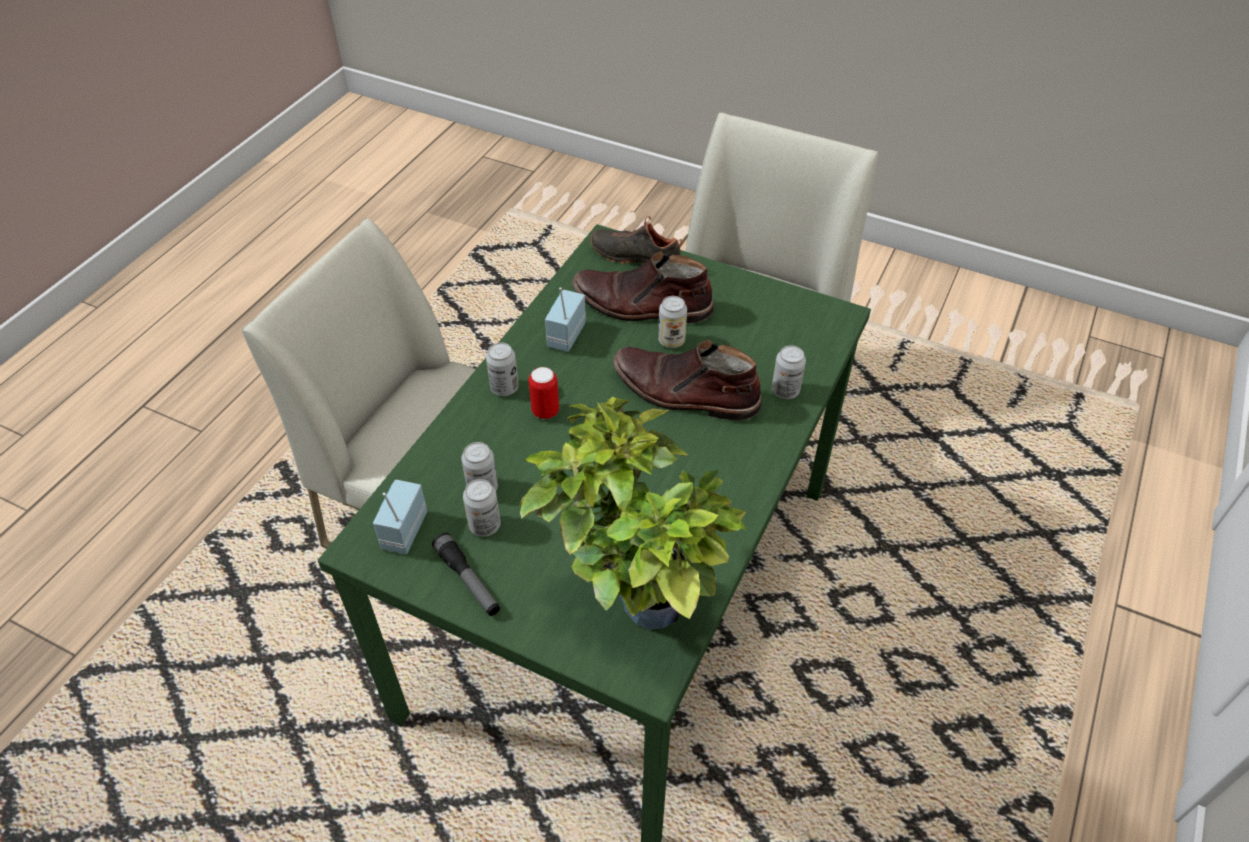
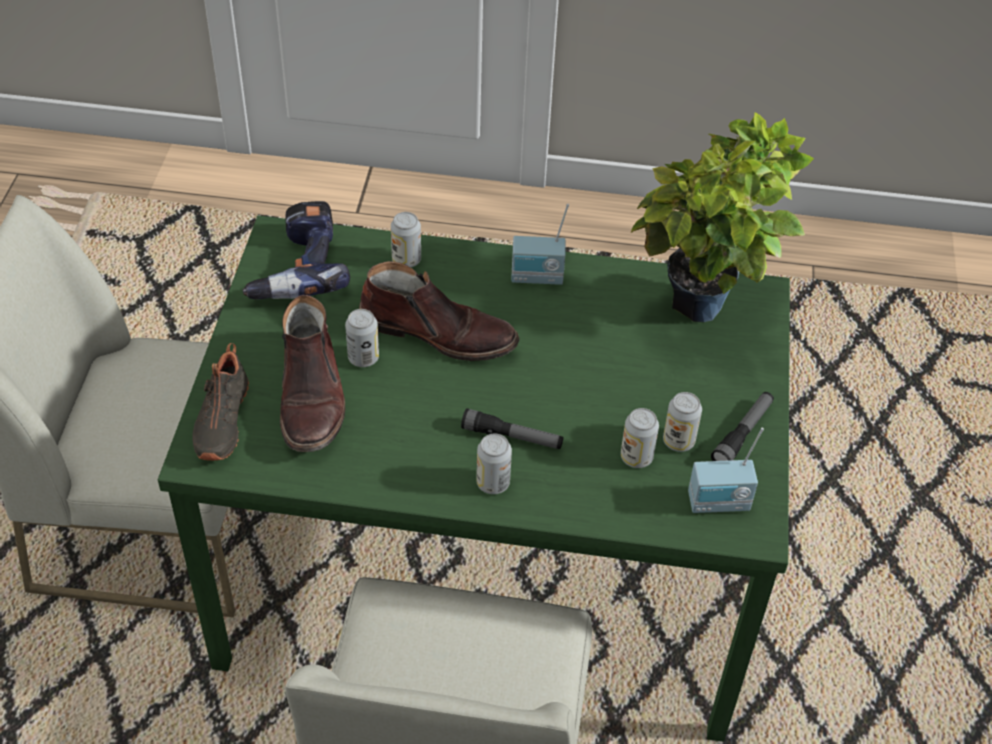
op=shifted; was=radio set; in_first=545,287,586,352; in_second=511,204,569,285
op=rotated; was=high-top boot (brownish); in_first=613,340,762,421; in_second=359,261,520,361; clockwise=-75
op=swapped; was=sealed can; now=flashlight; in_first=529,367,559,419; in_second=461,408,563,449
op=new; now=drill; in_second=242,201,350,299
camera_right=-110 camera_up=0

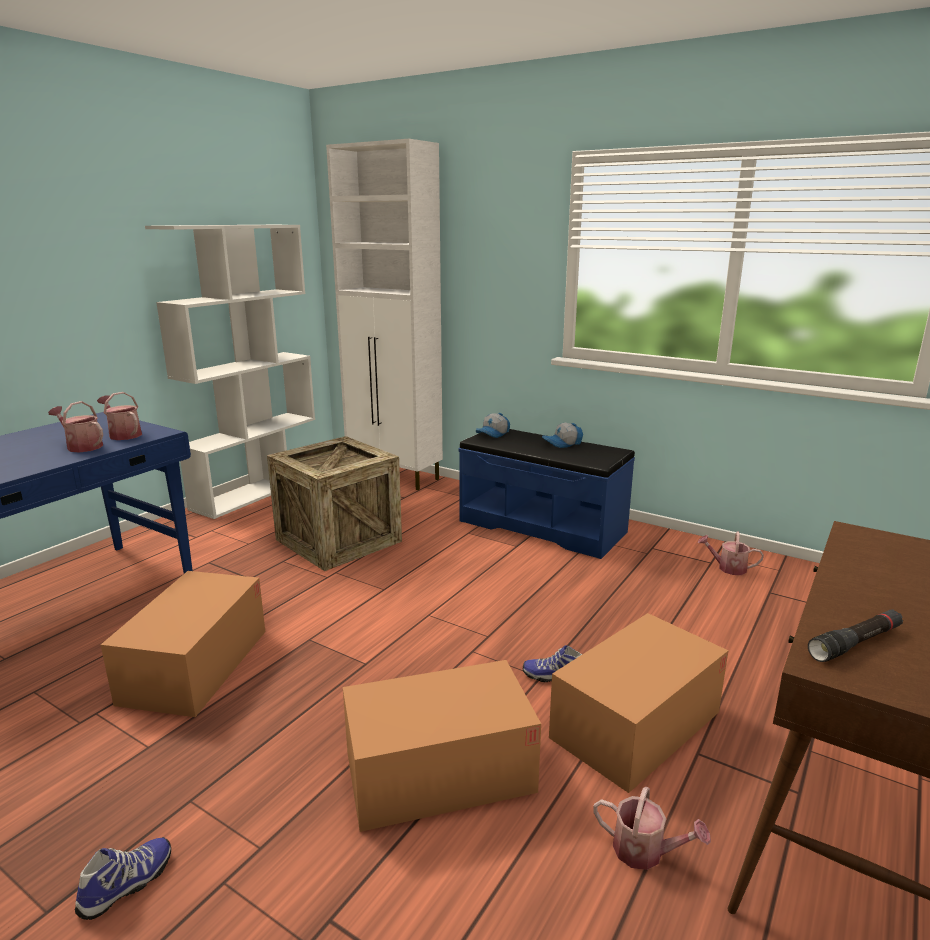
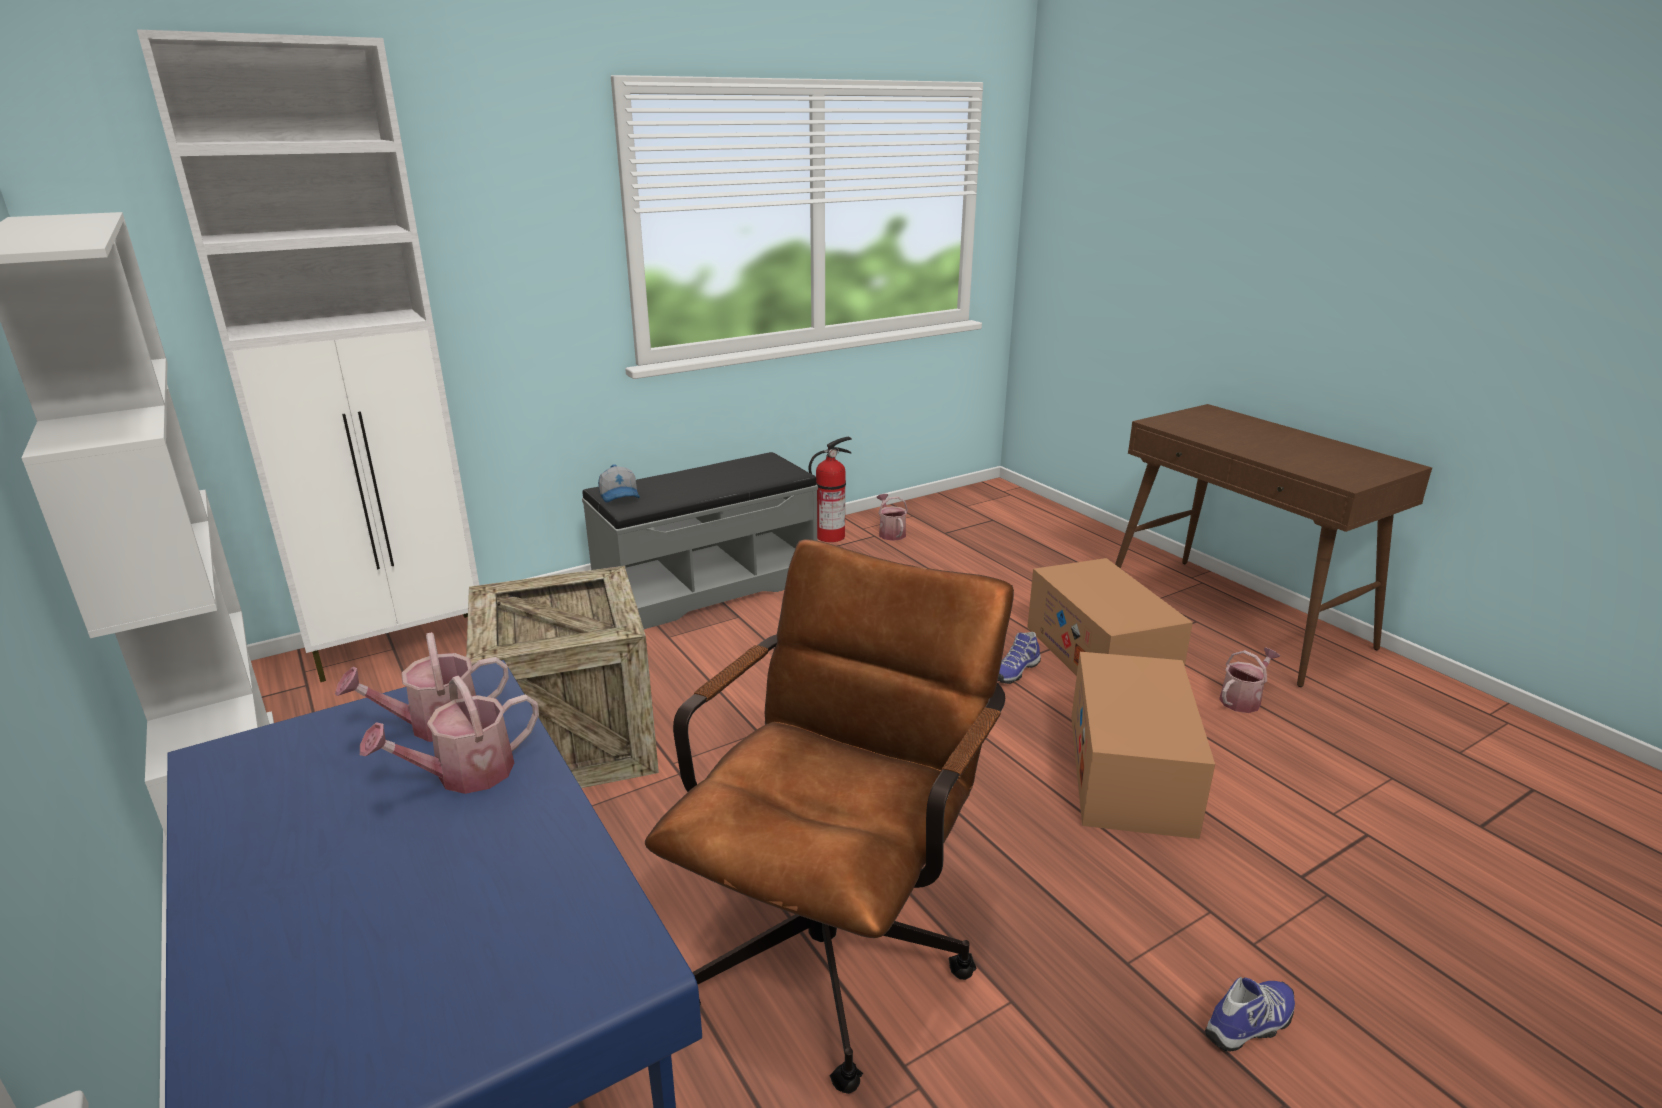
op=gone; was=baseball cap; in_first=542,423,583,448
op=repainted; was=long seat (bluish); now=long seat (greyish); in_first=459,429,635,559; in_second=582,452,818,629
op=rotated; was=watering can; in_first=697,532,764,575; in_second=877,494,908,541; clockwise=120
op=swapped; was=carton; now=desk chair (brownish); in_first=101,571,265,717; in_second=645,539,1014,1094
op=gone; was=flashlight (blackish); in_first=808,609,903,662
op=rotated; was=low shoe; in_first=75,837,171,920; in_second=1205,977,1295,1051; clockwise=90
op=new; now=fire-fighting cylinder; in_second=809,437,852,542
camera_right=-65 camera_up=5

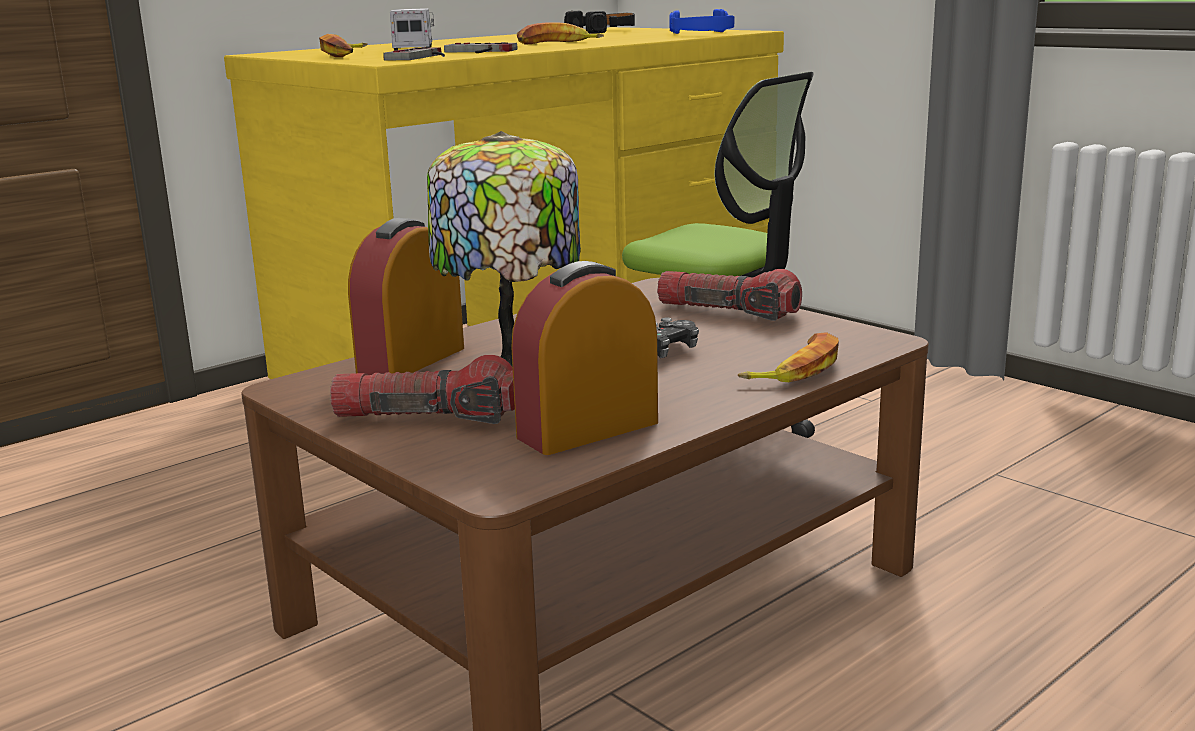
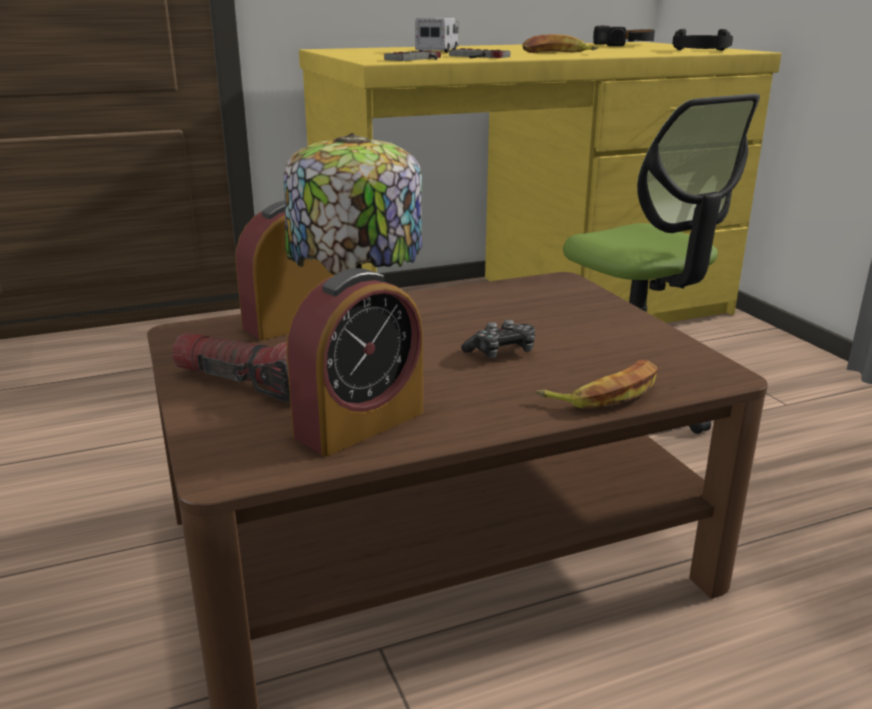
op=repainted; was=headset (bluish); now=headset (blackish); in_first=670,9,734,34; in_second=672,29,733,51
op=gone; was=banana; in_first=319,34,368,57
op=rotated; was=alarm clock; in_first=511,261,658,455; in_second=286,268,423,456; clockwise=150
op=gone; was=flashlight; in_first=657,269,802,321
camera_right=20 camera_up=5

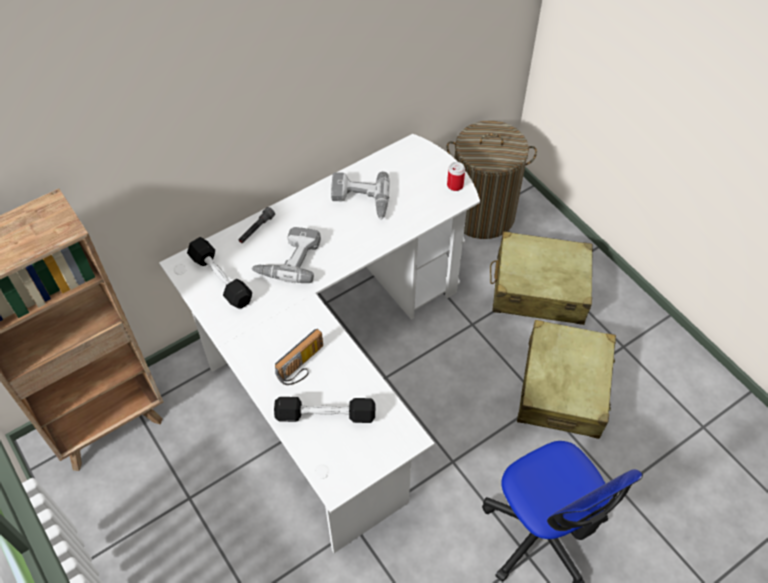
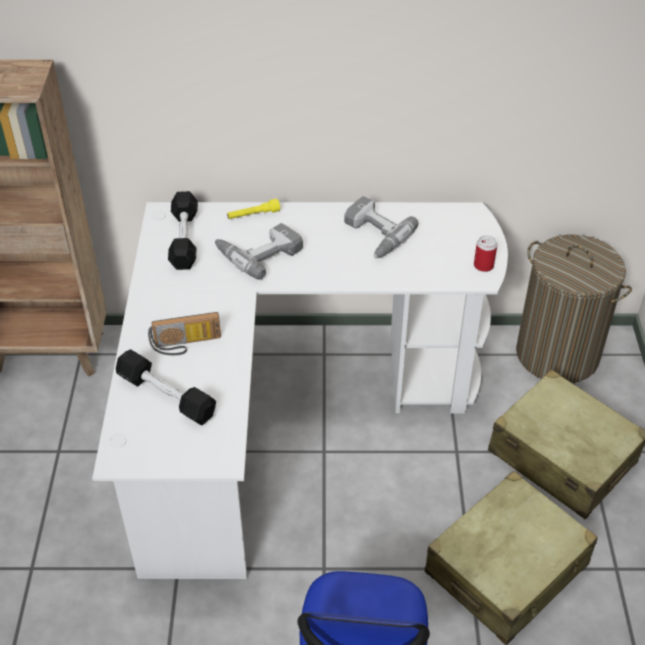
op=repainted; was=flashlight (greyish); now=flashlight (yellow-coloured); in_first=238,207,275,243; in_second=227,199,280,219
camera_right=35 camera_up=-10

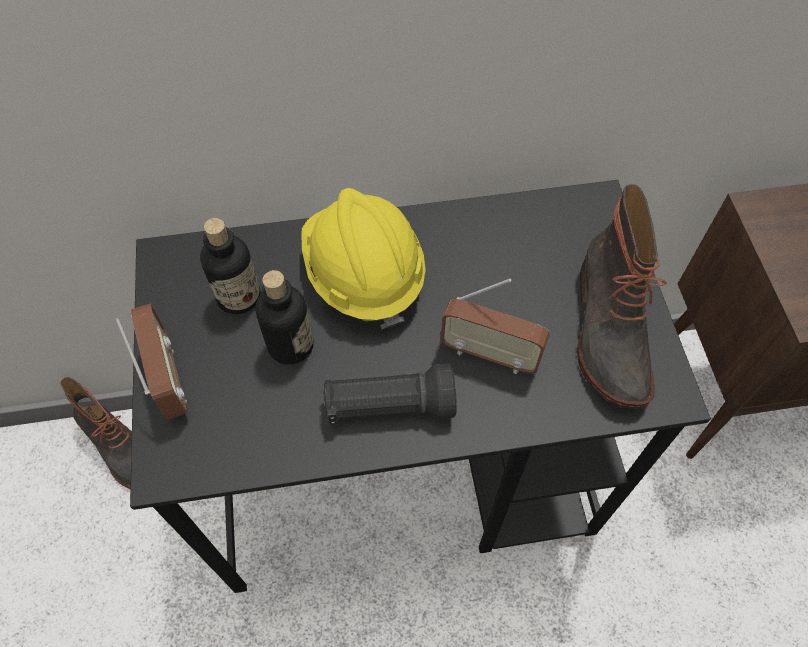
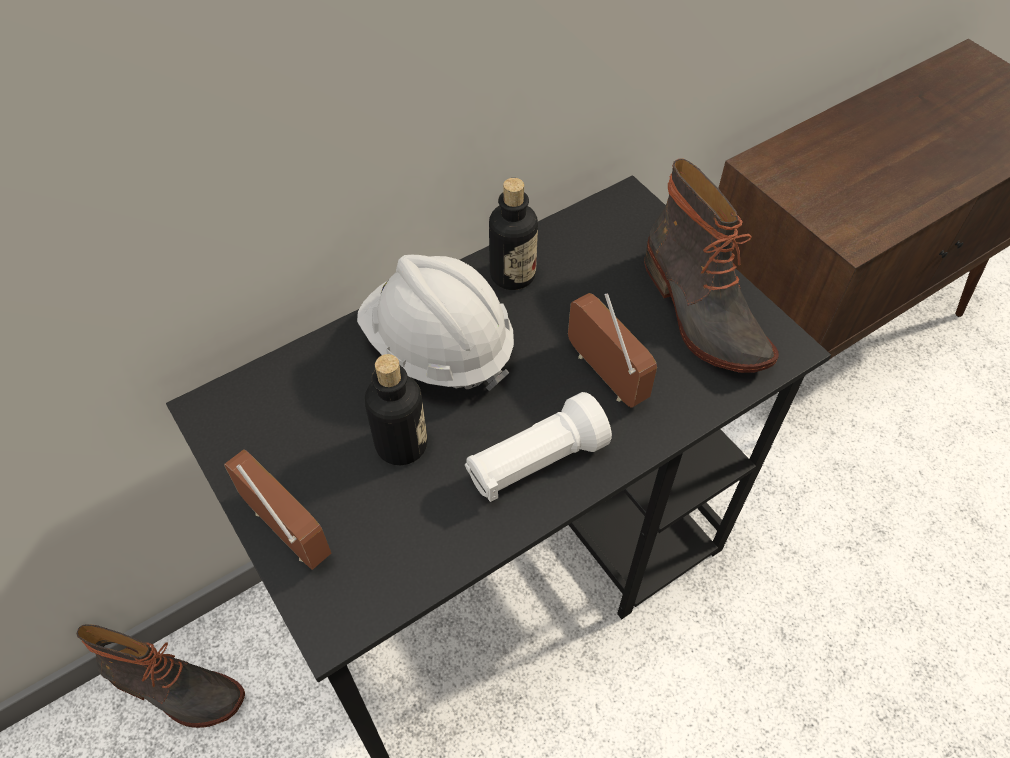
op=repainted; was=hard hat (yellow-coloured); now=hard hat (white); in_first=302,188,426,329; in_second=357,255,514,391
op=shifted; was=beverage bottle; in_first=200,218,260,314; in_second=489,178,538,290
op=rotated; was=radio set; in_first=440,278,550,374; in_second=568,293,657,408; clockwise=-120
op=repainted; was=flashlight (blackish); now=flashlight (white); in_first=323,363,457,425; in_second=465,392,612,502
camera_right=-25 camera_up=-5

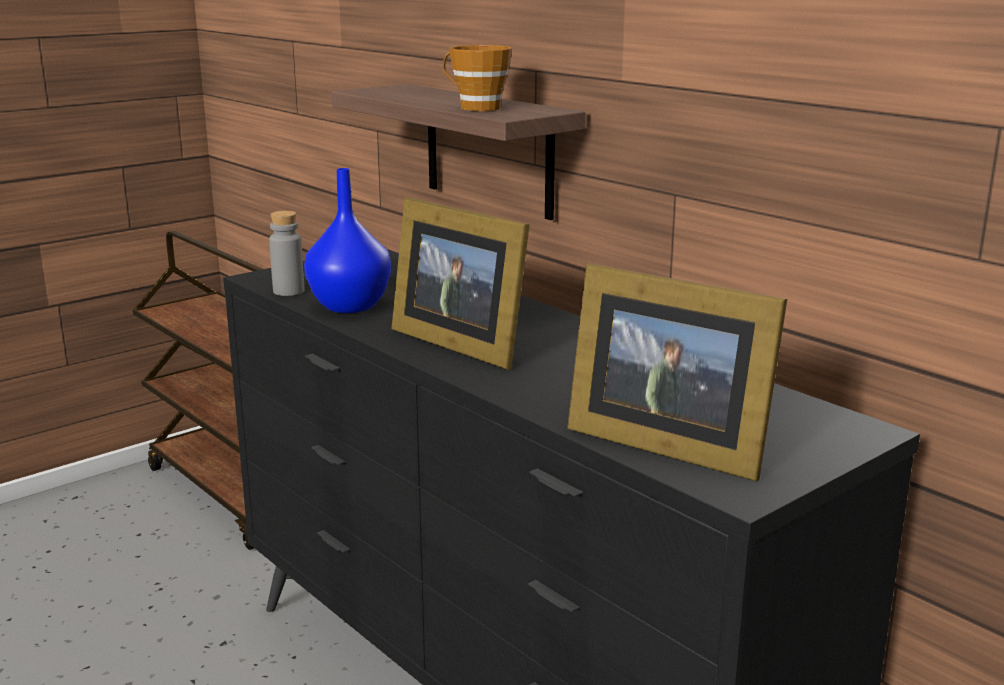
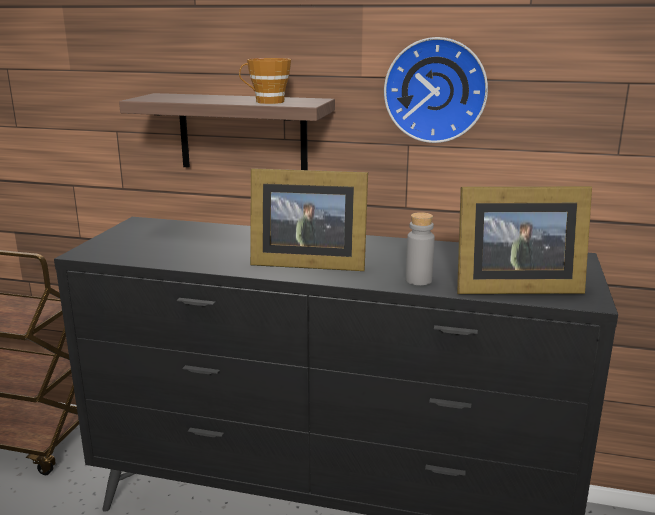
op=gone; was=decorative vase (bluish); in_first=304,168,391,313
op=shifted; was=beverage bottle (greyish); in_first=269,211,304,296; in_second=406,212,435,285
op=new; now=wall clock; in_second=384,37,488,143
camera_right=-35 camera_up=0

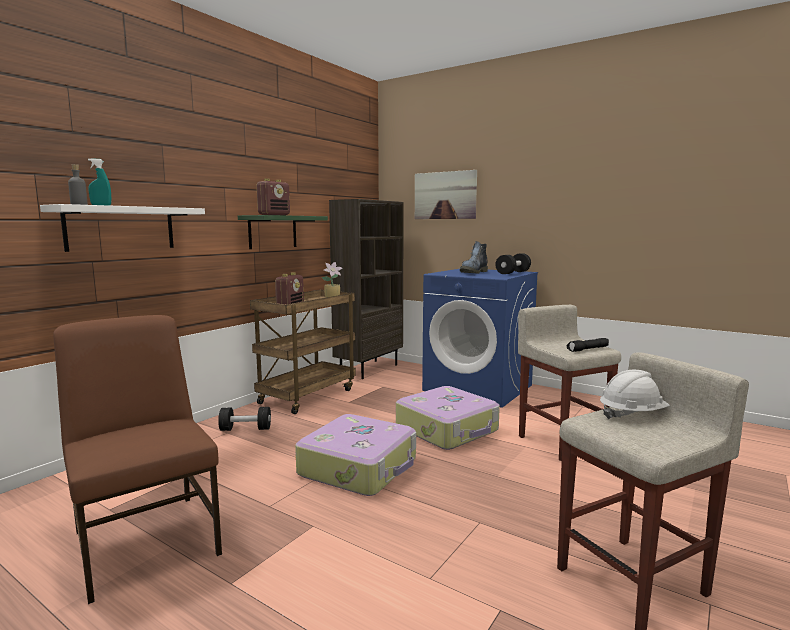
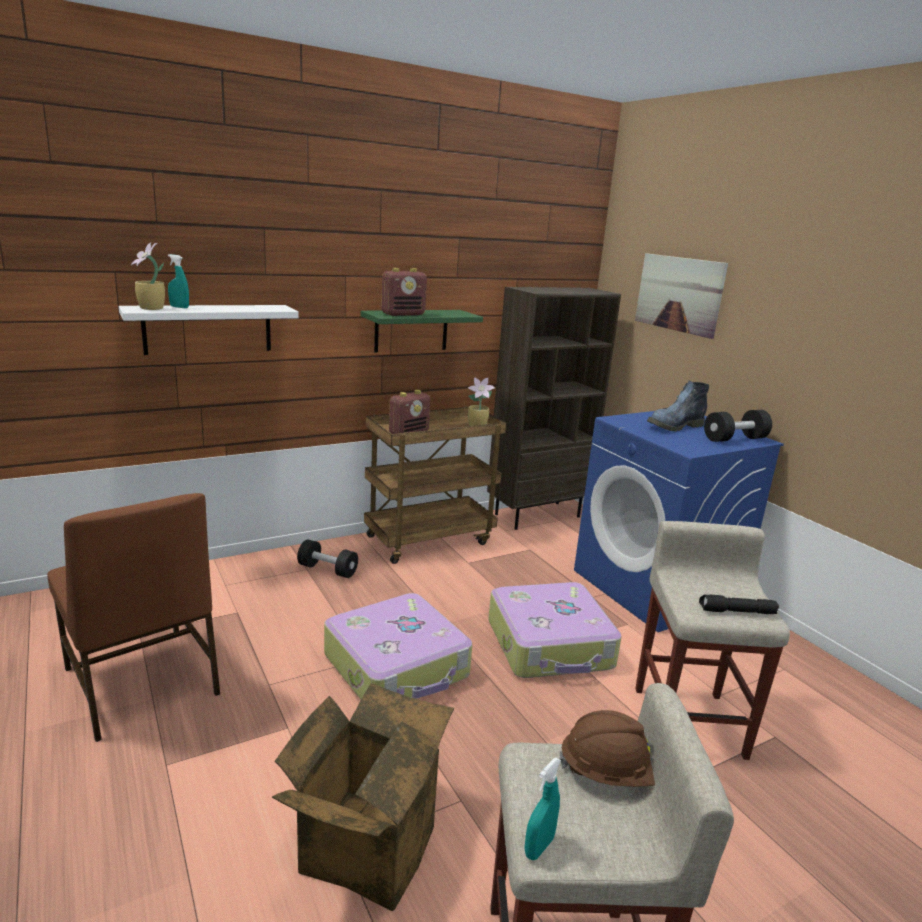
op=swapped; was=beverage bottle (greyish); now=houseplant; in_first=68,164,88,205; in_second=131,243,165,310
op=rotated; was=plain chair (brownish); in_first=53,315,222,604; in_second=47,493,220,742; clockwise=150
op=repainted; was=hard hat (white); now=hard hat (brownish); in_first=600,370,670,419; in_second=560,710,655,787
op=new; now=carton; in_second=272,683,454,911
op=new; now=sprayer (blue-green); in_second=524,758,561,860
camera_right=25 camera_up=10

